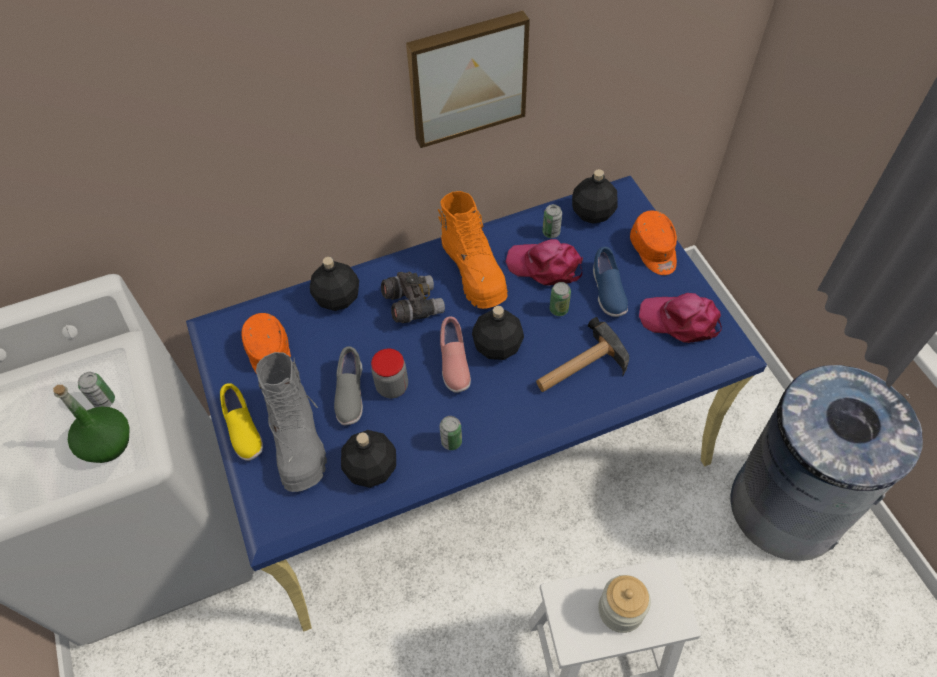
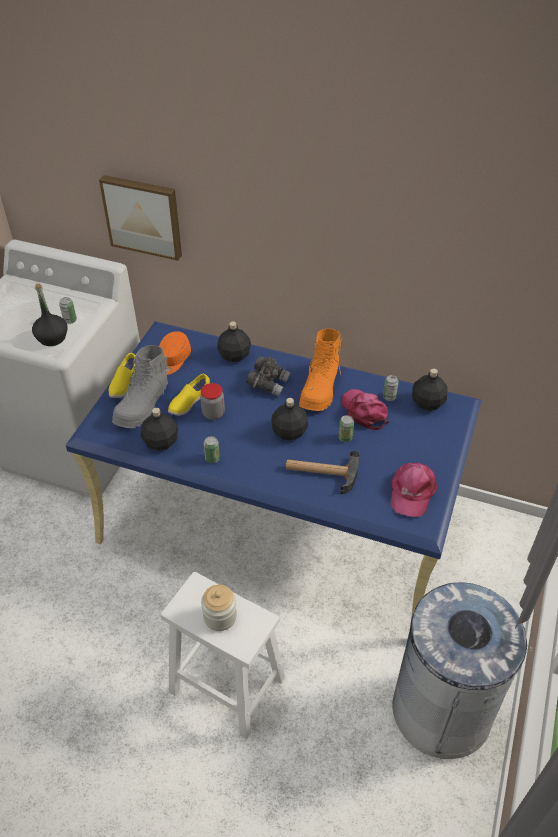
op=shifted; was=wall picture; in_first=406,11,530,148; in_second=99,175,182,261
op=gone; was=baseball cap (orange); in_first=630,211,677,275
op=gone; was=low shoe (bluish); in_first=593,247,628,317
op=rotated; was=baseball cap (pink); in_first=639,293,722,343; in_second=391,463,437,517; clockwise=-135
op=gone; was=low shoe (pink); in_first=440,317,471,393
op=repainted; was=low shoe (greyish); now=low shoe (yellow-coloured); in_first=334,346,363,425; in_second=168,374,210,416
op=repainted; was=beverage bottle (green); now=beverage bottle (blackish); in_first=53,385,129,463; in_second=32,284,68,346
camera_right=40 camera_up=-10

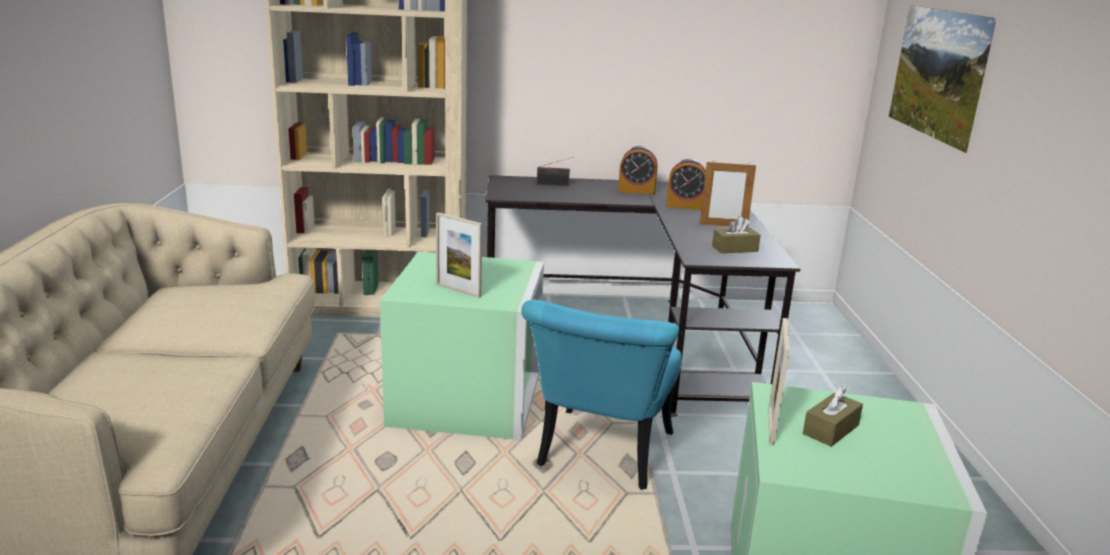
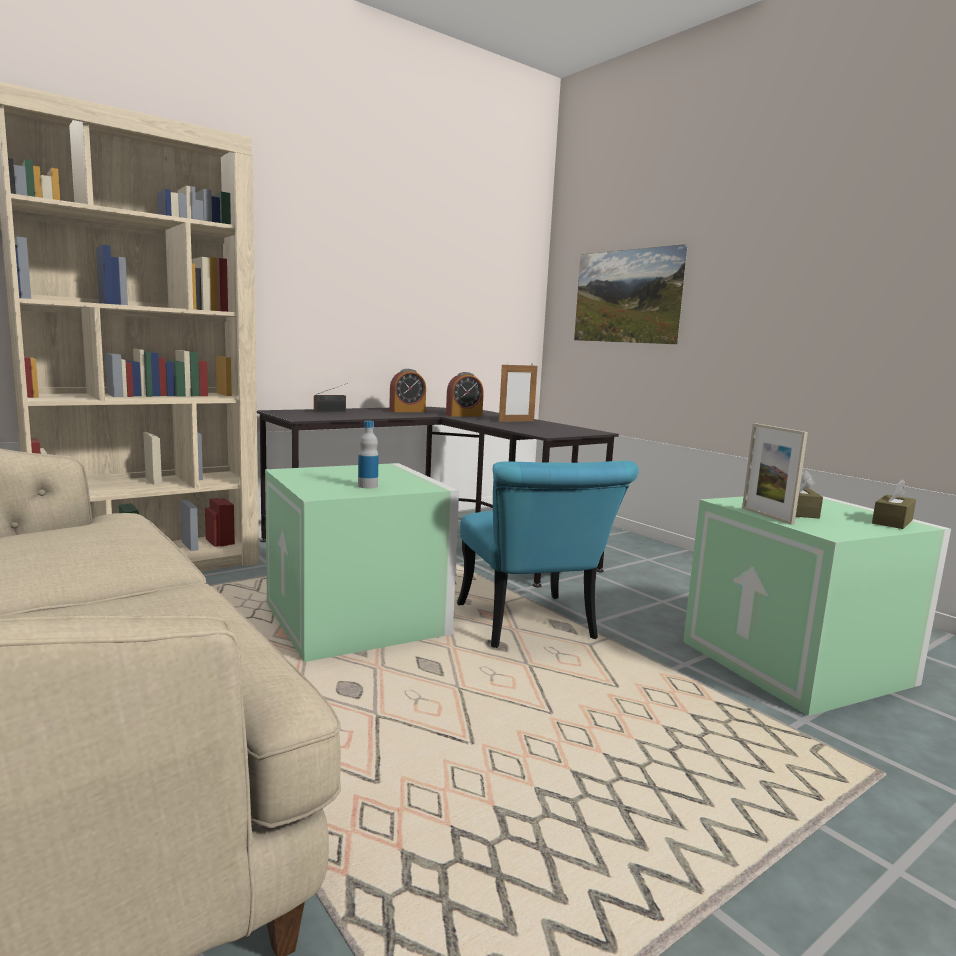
op=swapped; was=standing frame; now=beverage bottle; in_first=436,212,483,298; in_second=358,421,379,488
op=shifted; was=box of tissues (brownish); in_first=712,216,761,253; in_second=872,479,916,529
camera_right=-35 camera_up=-10

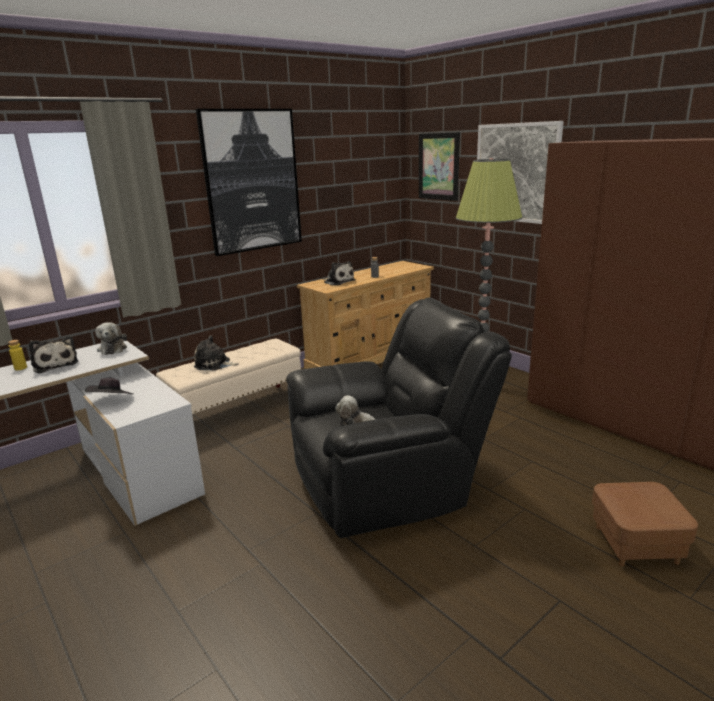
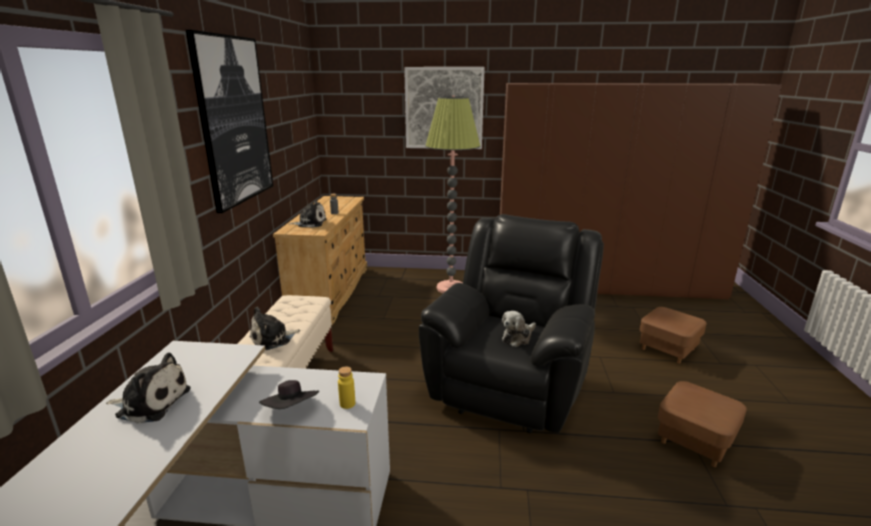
op=gone; was=wall picture; in_first=419,132,460,201
op=gone; was=cuddly toy; in_first=95,322,127,355
op=shifted; was=beverage bottle (yellow-coloured); in_first=8,340,27,370; in_second=338,367,355,409
op=new; now=ottoman (brownish); in_second=658,381,747,467
camera_right=-45 camera_up=0

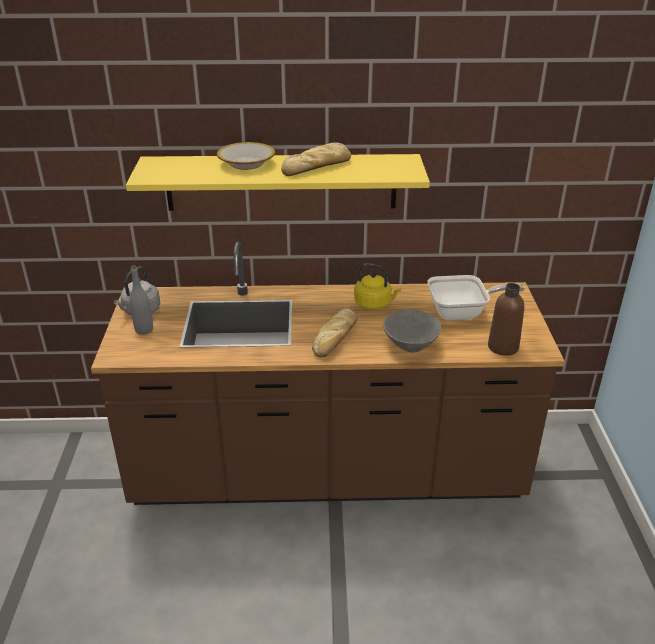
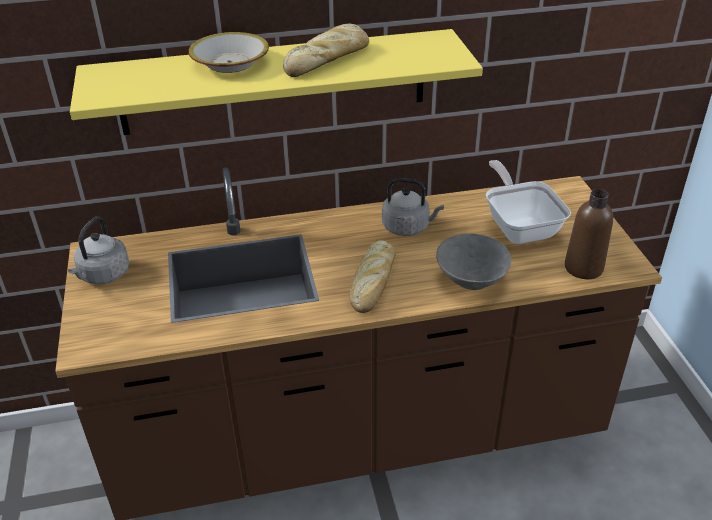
op=repainted; was=water kettle (yellow-coloured); now=water kettle (greyish); in_first=354,263,401,310; in_second=382,178,444,236
op=gone; was=beverage bottle (greyish); in_first=130,265,153,335
op=rotated; was=skillet; in_first=428,275,525,321; in_second=486,160,571,244; clockwise=-90
camera_right=-10 camera_up=5

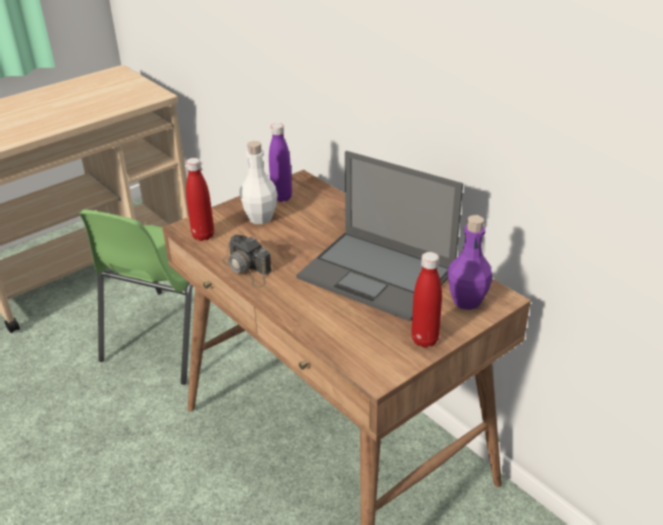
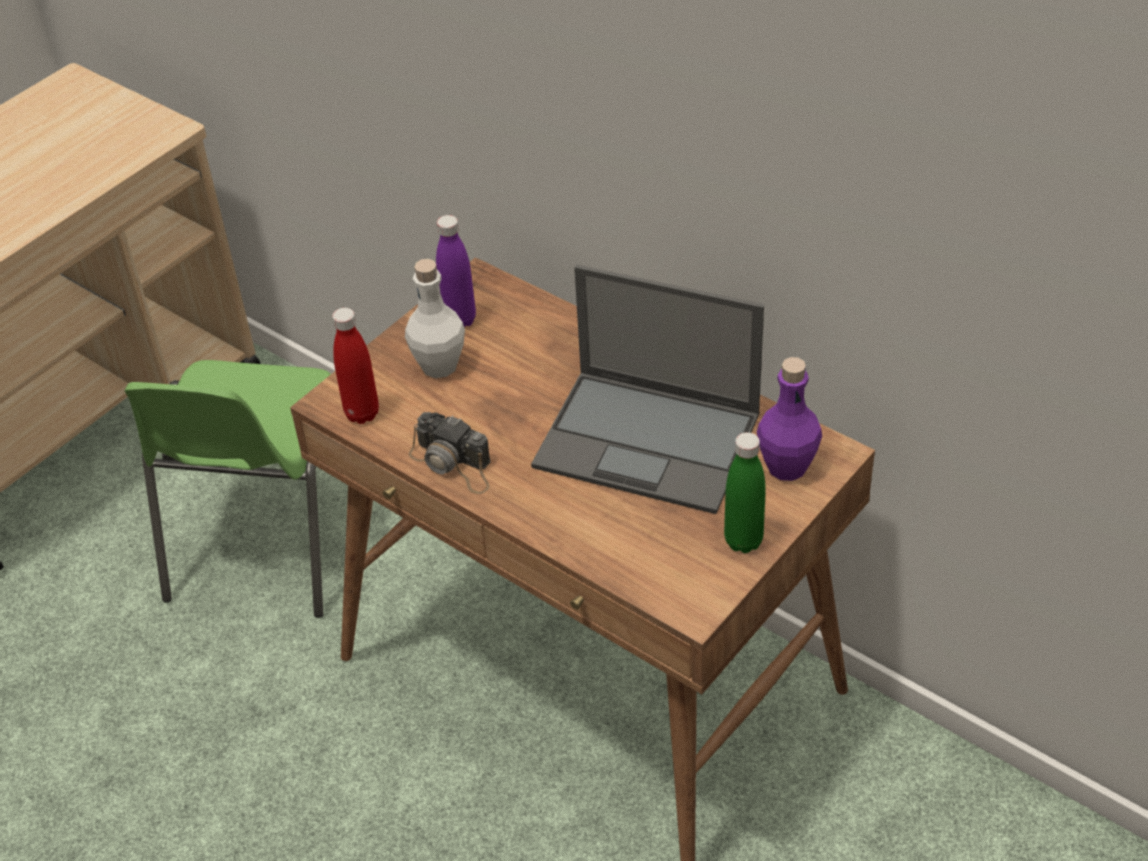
op=repainted; was=beverage bottle (red-coloured); now=beverage bottle (green); in_first=411,252,442,348; in_second=724,432,766,553
camera_right=-10 camera_up=10

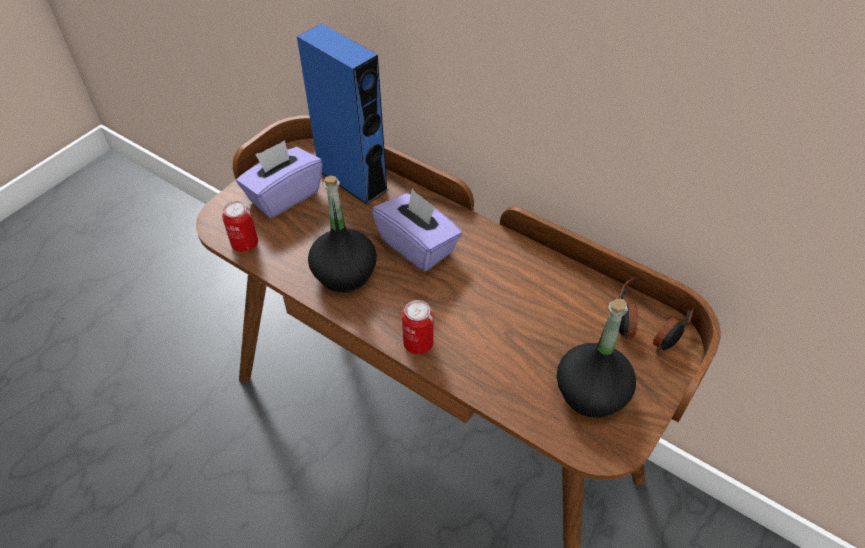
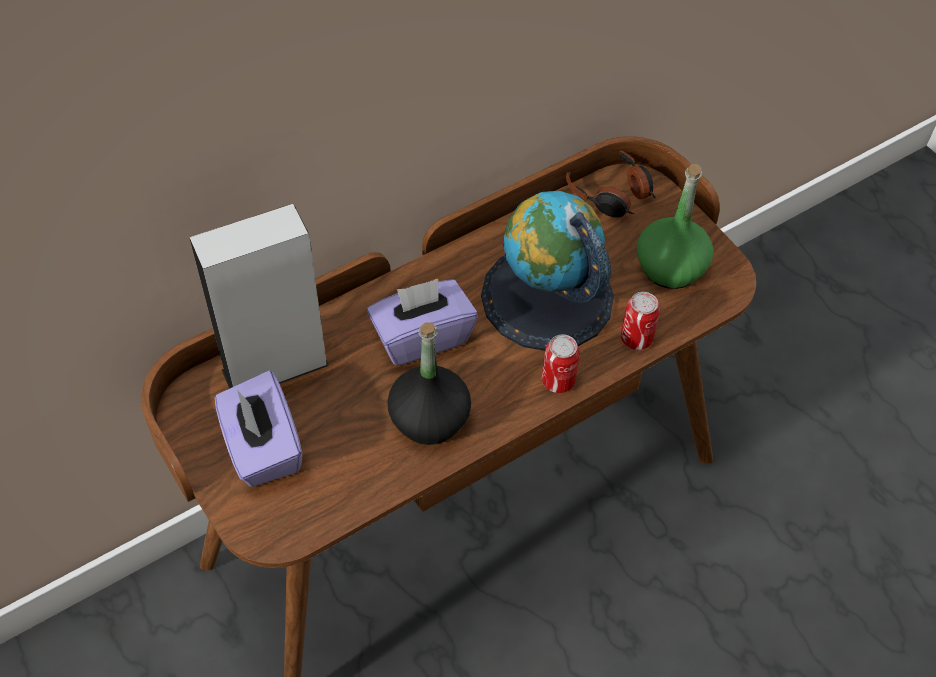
op=repainted; was=speaker (bluish); now=speaker (greyish); in_first=297,24,388,205; in_second=189,204,329,389
op=shifted; was=sealed can; in_first=222,201,258,252; in_second=621,292,660,350
op=repainted; was=beverage bottle (blackish); now=beverage bottle (green); in_first=557,299,636,418; in_second=637,164,713,289
op=new; now=desk globe; in_second=481,191,614,351
camera_right=-70 camera_up=5

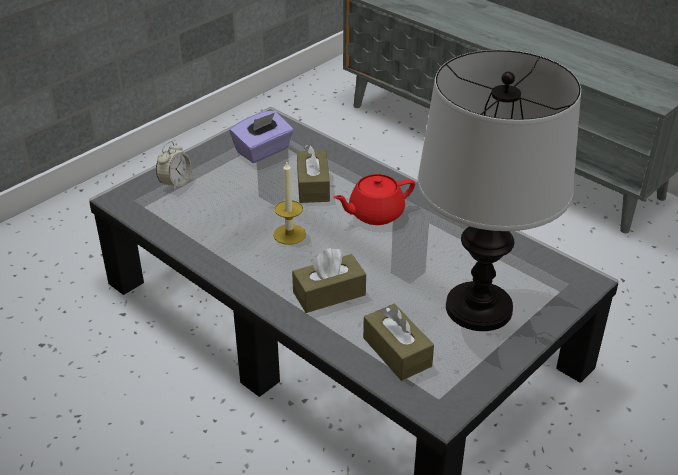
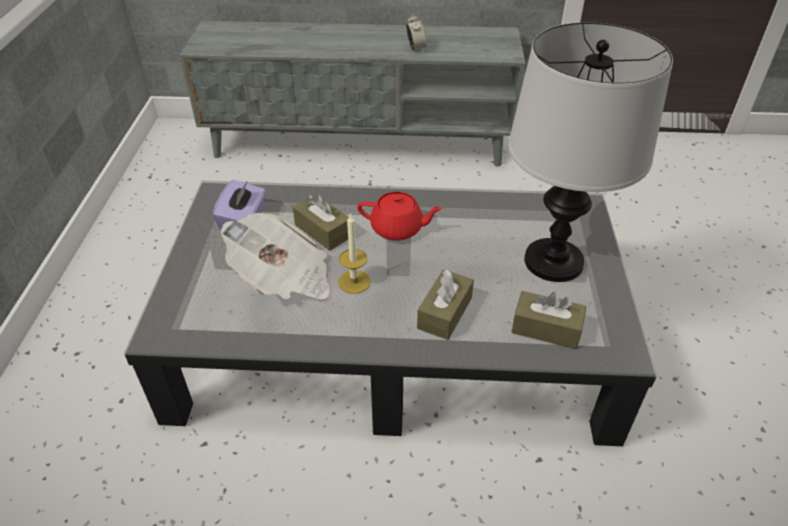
op=shifted; was=alarm clock; in_first=156,141,192,191; in_second=406,13,427,52
op=rotated; was=pot for tea (red-coloured); in_first=333,174,415,225; in_second=357,192,443,241; clockwise=-105
op=new; now=daily paper; in_second=221,213,329,299
camera_right=-40 camera_up=5

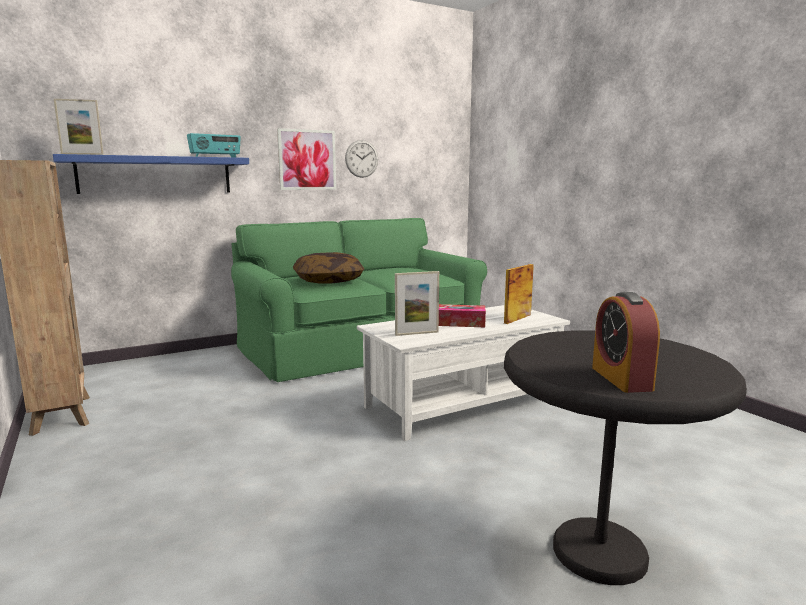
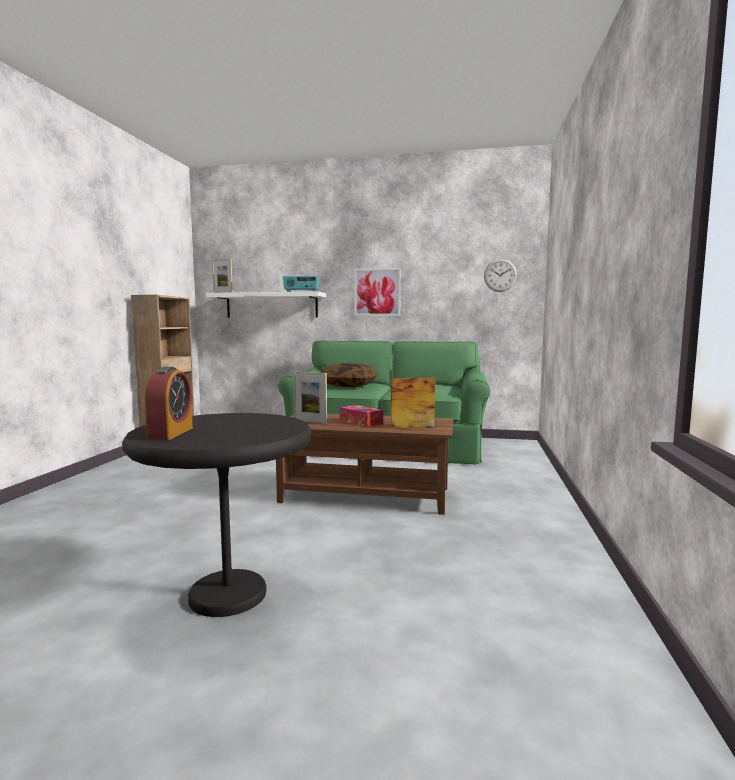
op=shifted; was=wall clock; in_first=345,140,378,178; in_second=484,259,517,292
op=repainted; was=bracket shelf (bluish); now=bracket shelf (white); in_first=53,154,249,194; in_second=206,291,326,318
op=rotated; was=alarm clock; in_first=592,292,660,393; in_second=145,367,193,440; clockwise=150
op=repainted; was=lounge table (white); now=lounge table (brownish); in_first=357,305,570,441; in_second=276,414,453,515
camera_right=40 camera_up=-5

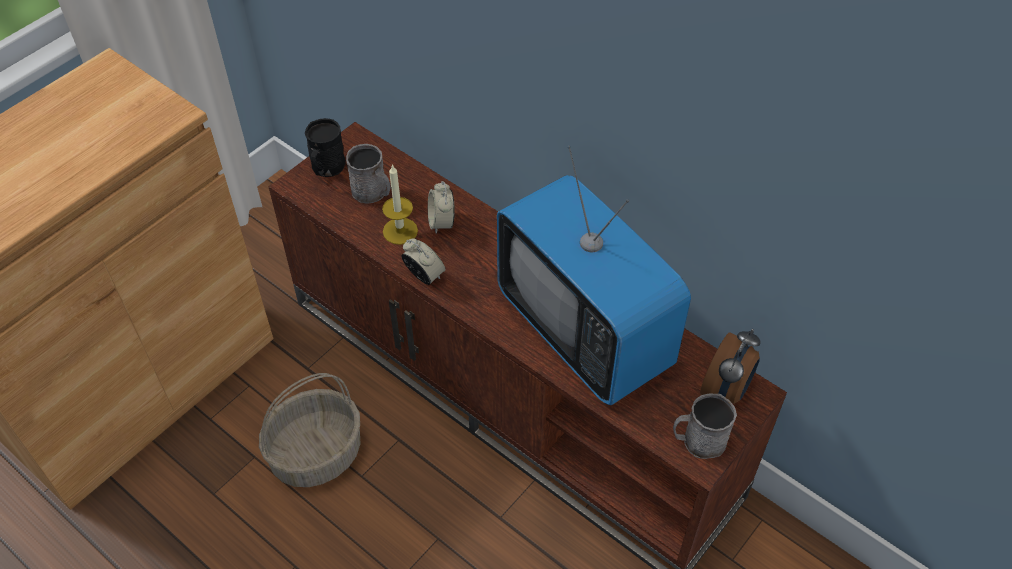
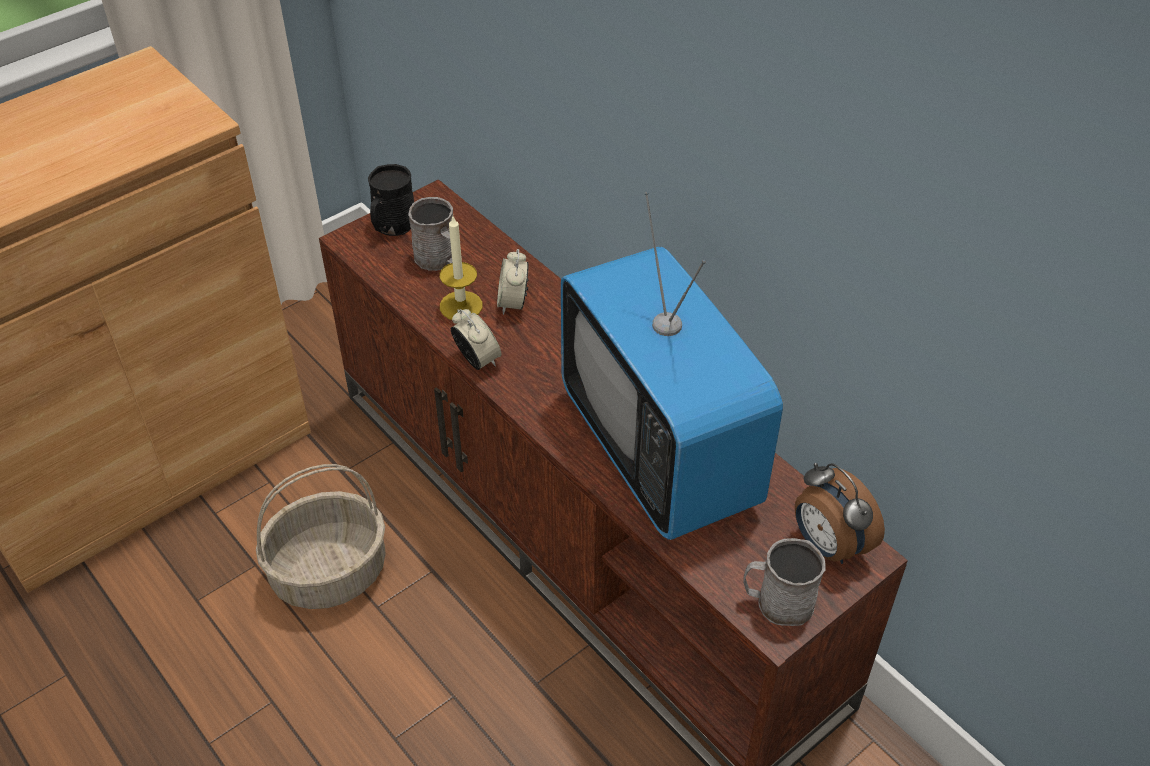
op=rotated; was=alarm clock; in_first=700,329,760,404; in_second=795,463,885,564; clockwise=105
camera_right=10 camera_up=-5

